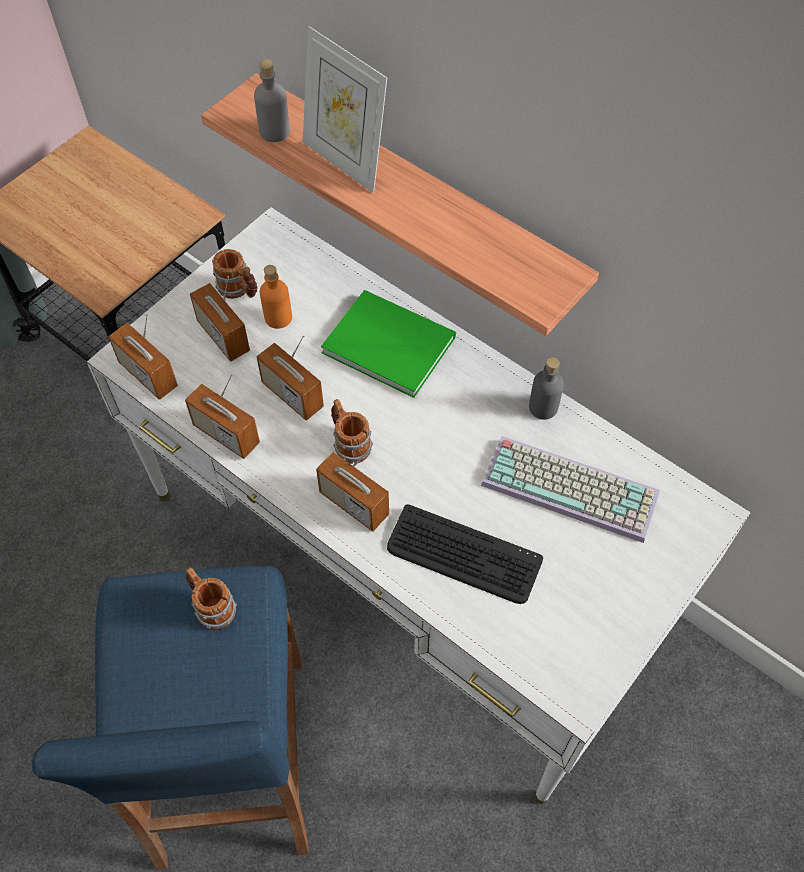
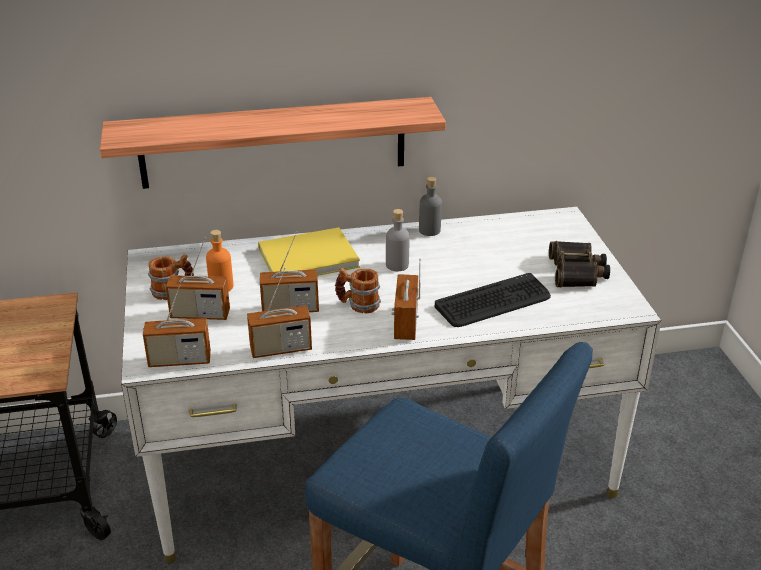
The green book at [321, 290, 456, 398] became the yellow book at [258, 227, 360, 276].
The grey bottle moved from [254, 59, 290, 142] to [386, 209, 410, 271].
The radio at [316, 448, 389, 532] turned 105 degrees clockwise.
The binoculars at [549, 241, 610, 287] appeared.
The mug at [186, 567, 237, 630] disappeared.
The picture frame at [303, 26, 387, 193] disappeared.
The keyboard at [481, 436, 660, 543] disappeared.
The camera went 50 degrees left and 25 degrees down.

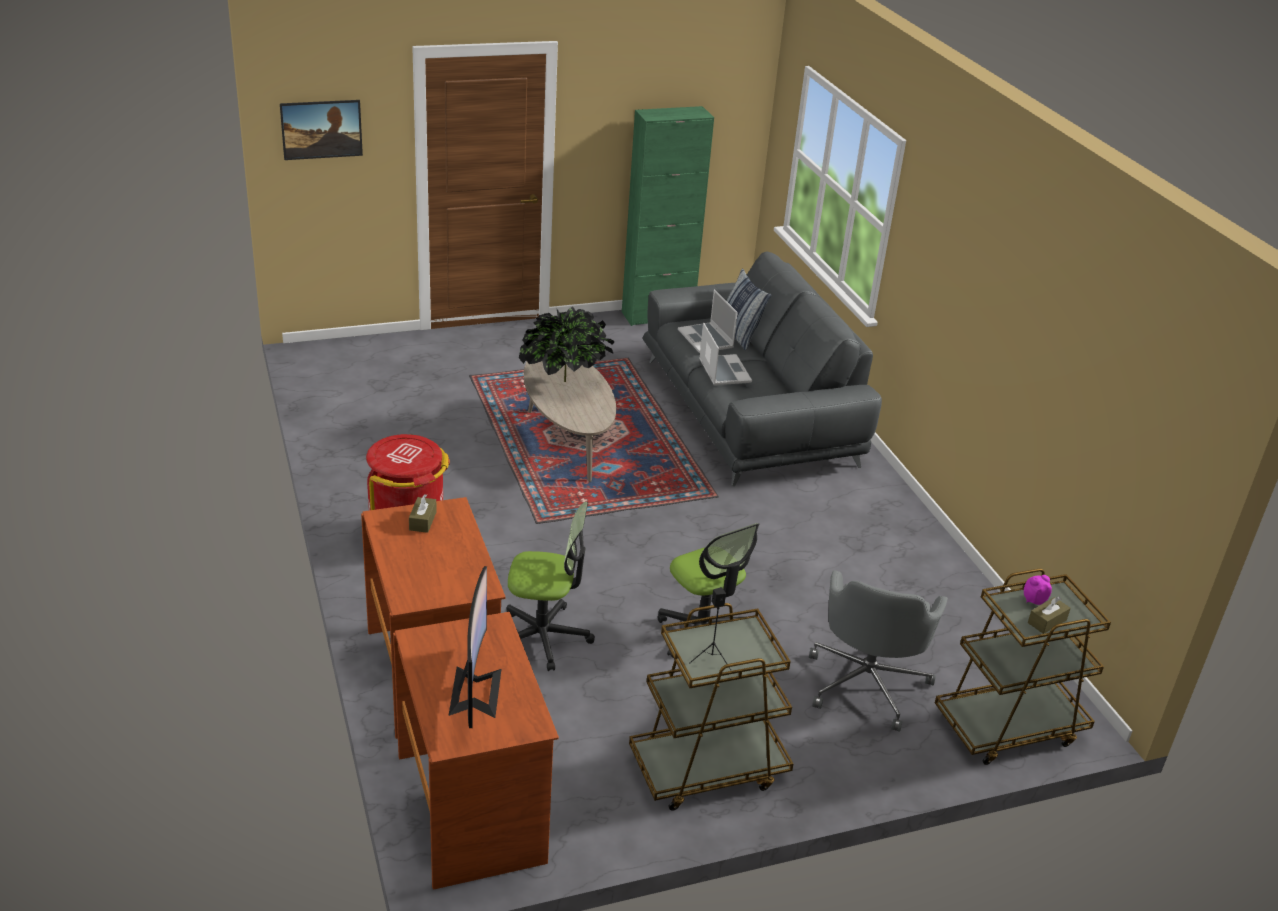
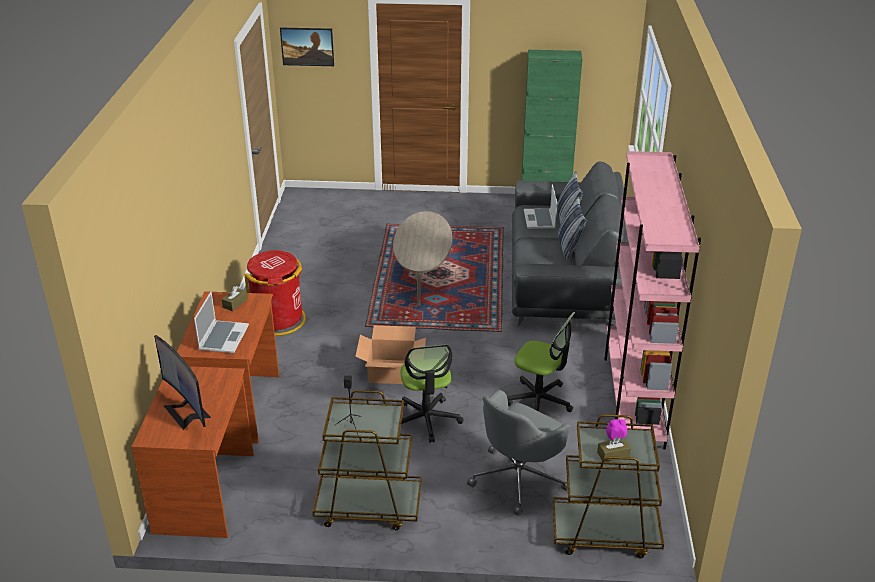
The monitor at [448, 566, 501, 728] turned 120 degrees clockwise.
The laptop moved from [699, 323, 752, 385] to [194, 292, 249, 353].
The cardboard box at [355, 325, 426, 384] appeared.
The office chair moved from [506, 502, 595, 671] to [507, 312, 575, 412].
The pillow at [558, 197, 587, 260] appeared.
The pink bookcase at [604, 151, 701, 449] appeared.
The potted plant at [519, 307, 615, 382] disappeared.
The camera went 25 degrees right and 0 degrees up.

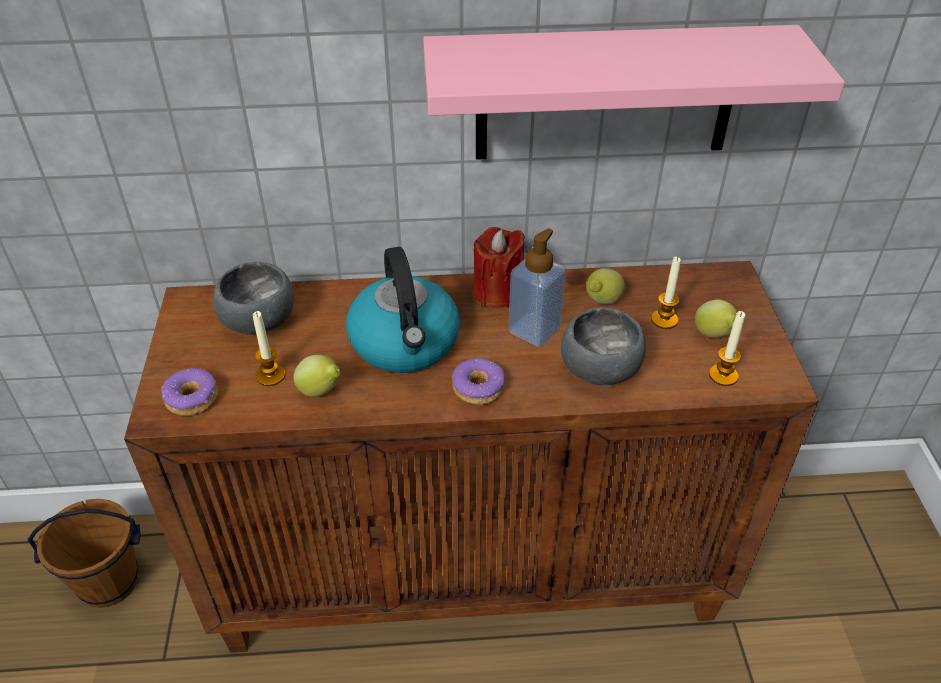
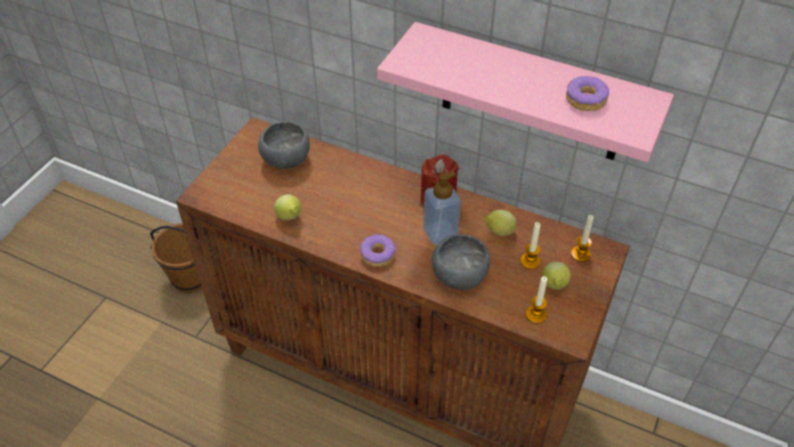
The donut moved from [161, 368, 218, 416] to [566, 76, 609, 111].
The candle moved from [253, 311, 285, 386] to [571, 215, 594, 262].
The kettle at [346, 247, 460, 373] disappeared.
The camera went 30 degrees right and 5 degrees up.

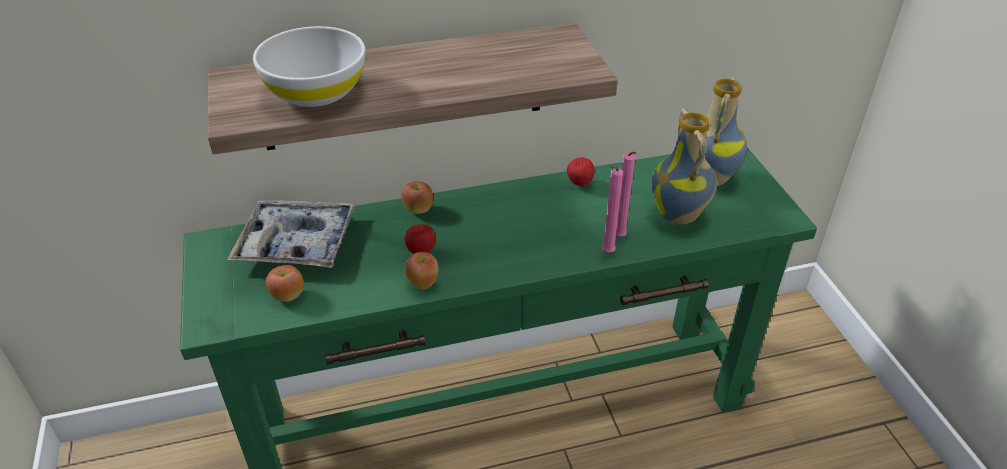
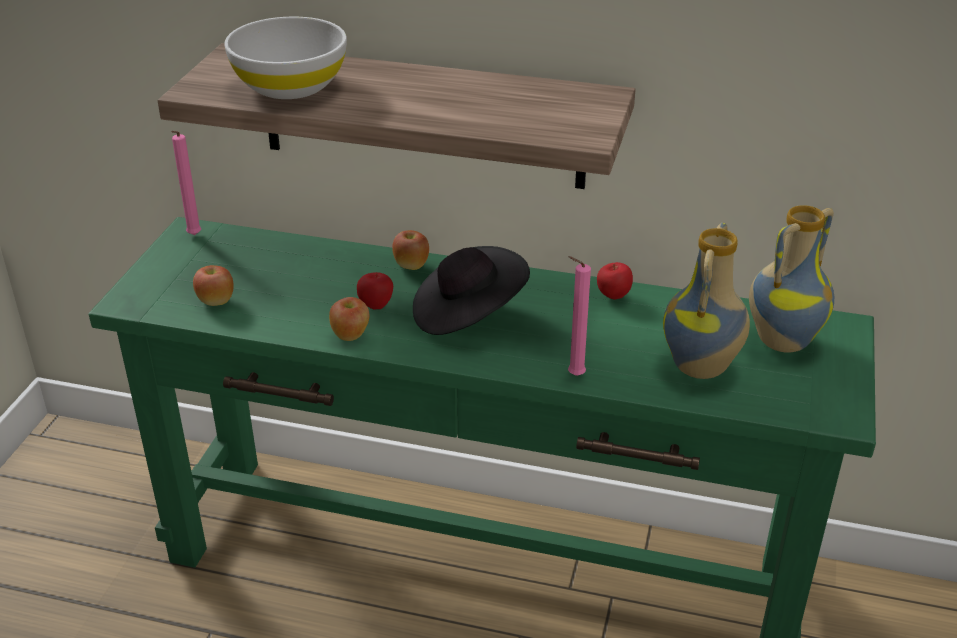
The pink candle moved from [616, 152, 637, 237] to [171, 131, 202, 235].
The black hat at [413, 246, 530, 335] appeared.
The tray at [227, 200, 356, 268] disappeared.
The camera went 30 degrees right and 5 degrees down.

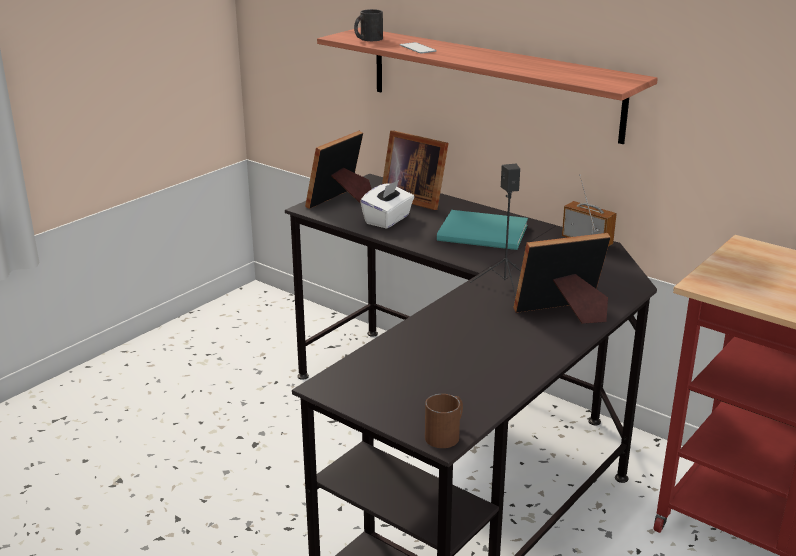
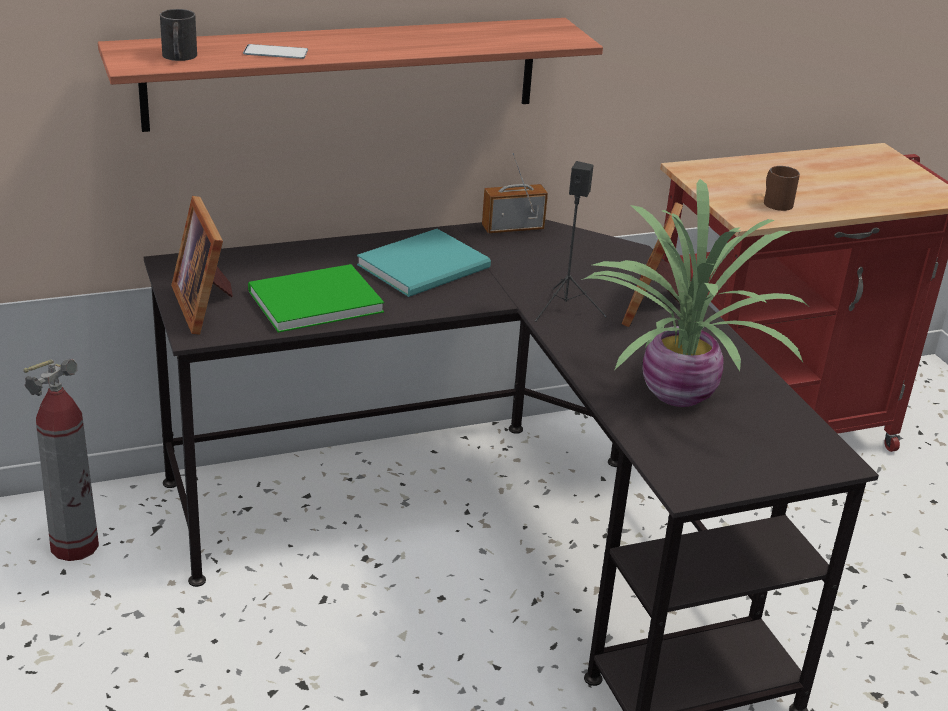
The fire extinguisher at [23, 358, 99, 561] appeared.
The white tissue box at [360, 180, 414, 229] was replaced by the green book at [248, 264, 384, 333].
The potted plant at [581, 179, 808, 407] appeared.
The brown mug moved from [425, 394, 463, 448] to [764, 166, 800, 211].
The picture frame at [382, 130, 448, 210] disappeared.
The camera went 60 degrees left and 5 degrees up.

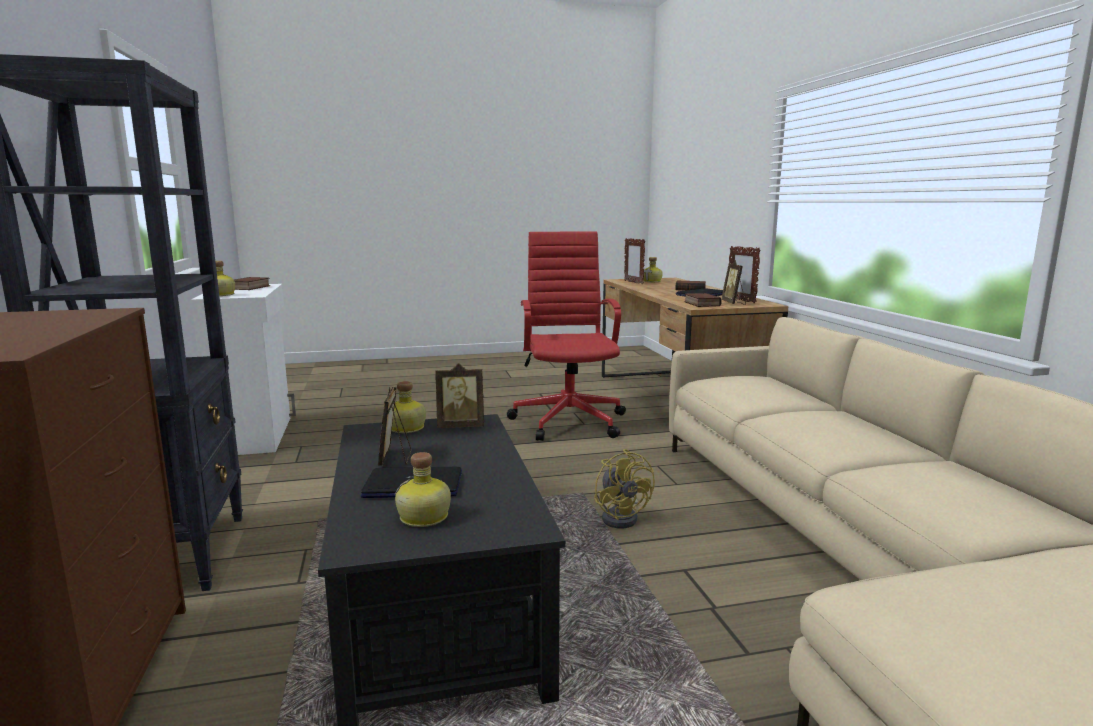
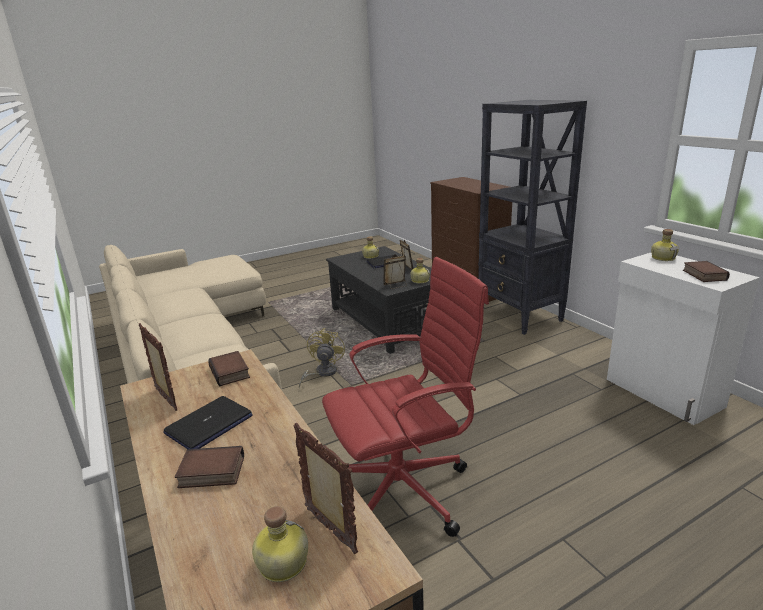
The yellow fan at [594, 449, 655, 528] turned 45 degrees clockwise.
The red office chair at [507, 232, 626, 441] turned 90 degrees counterclockwise.
The picture frame at [721, 260, 746, 305] disappeared.
The camera went 165 degrees right and 10 degrees up.

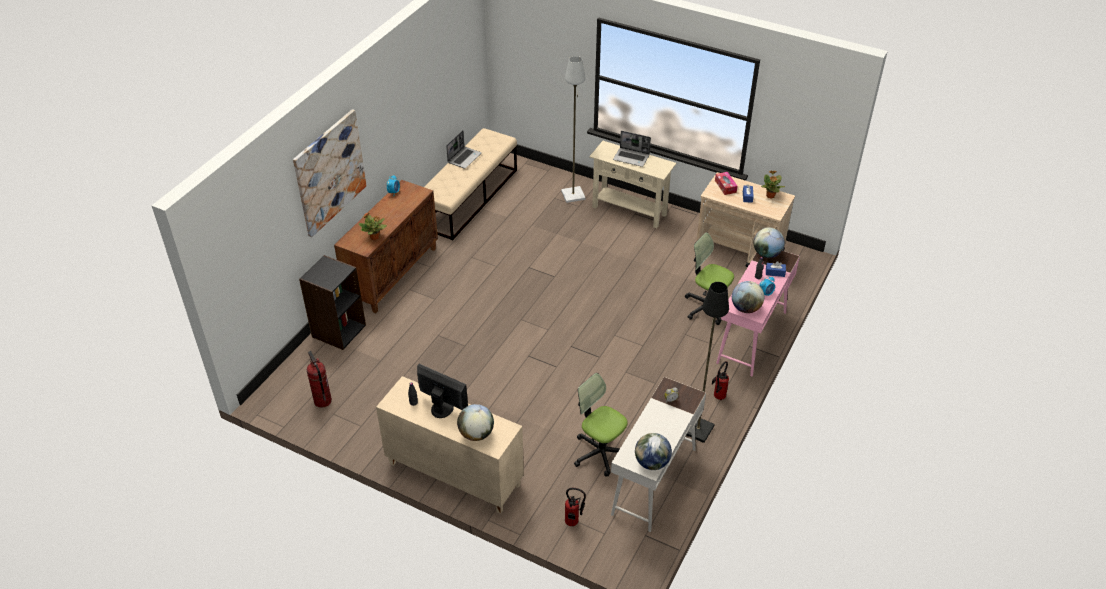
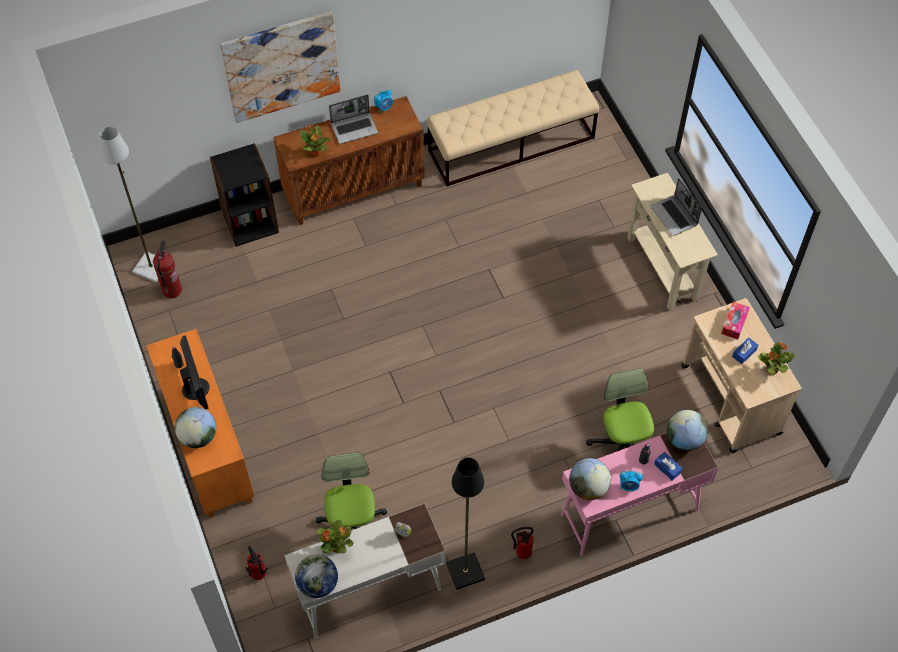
The grey floor lamp moved from [561, 56, 586, 203] to [99, 126, 158, 282].
The beige cabinet at [376, 376, 524, 514] became the orange cabinet at [146, 329, 254, 518].
The potted plant at [317, 520, 354, 554] appeared.
The laptop moved from [446, 131, 482, 168] to [329, 95, 378, 144].
The camera went 40 degrees right and 15 degrees up.

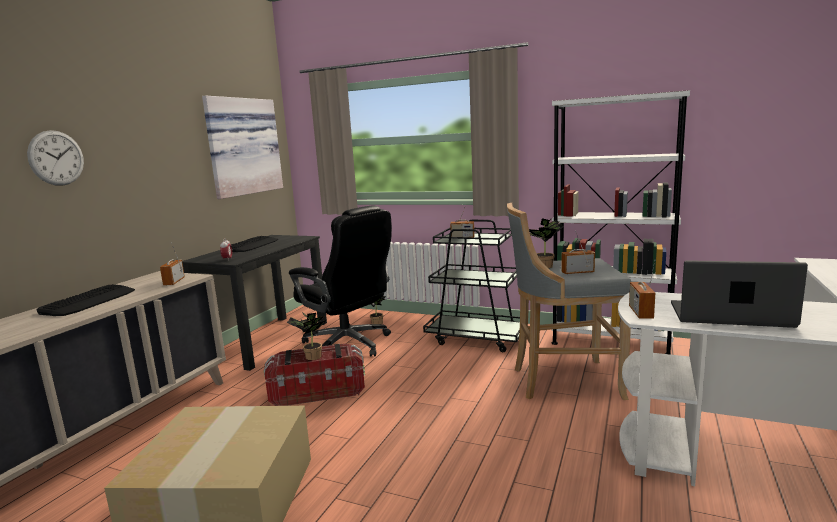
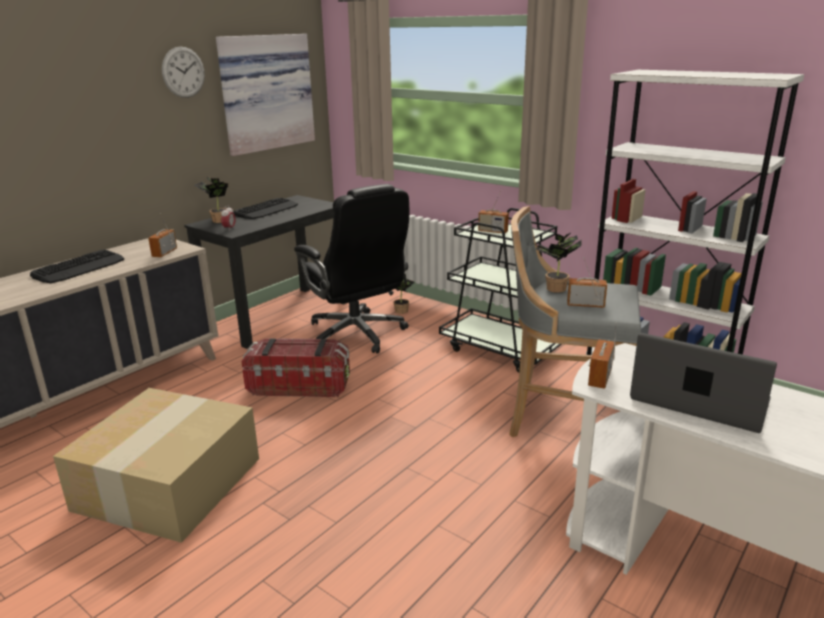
The wall clock moved from [27, 130, 84, 186] to [162, 47, 205, 98].
The potted plant moved from [287, 312, 326, 360] to [195, 176, 229, 223].
The camera went 15 degrees right and 10 degrees up.

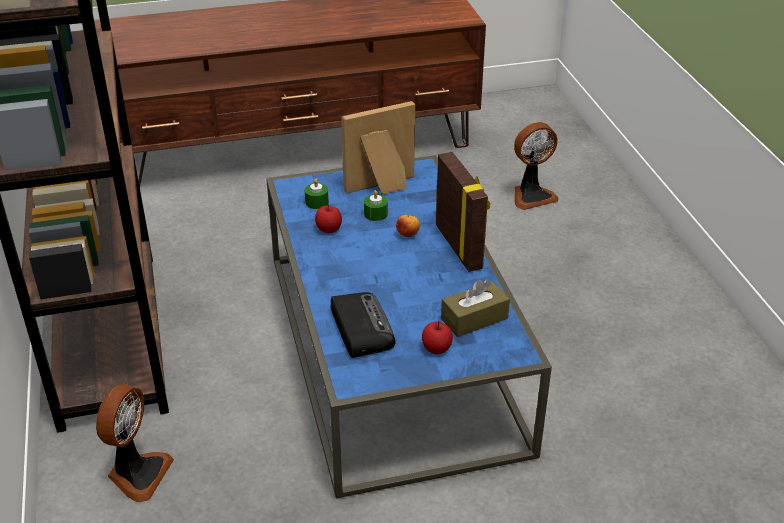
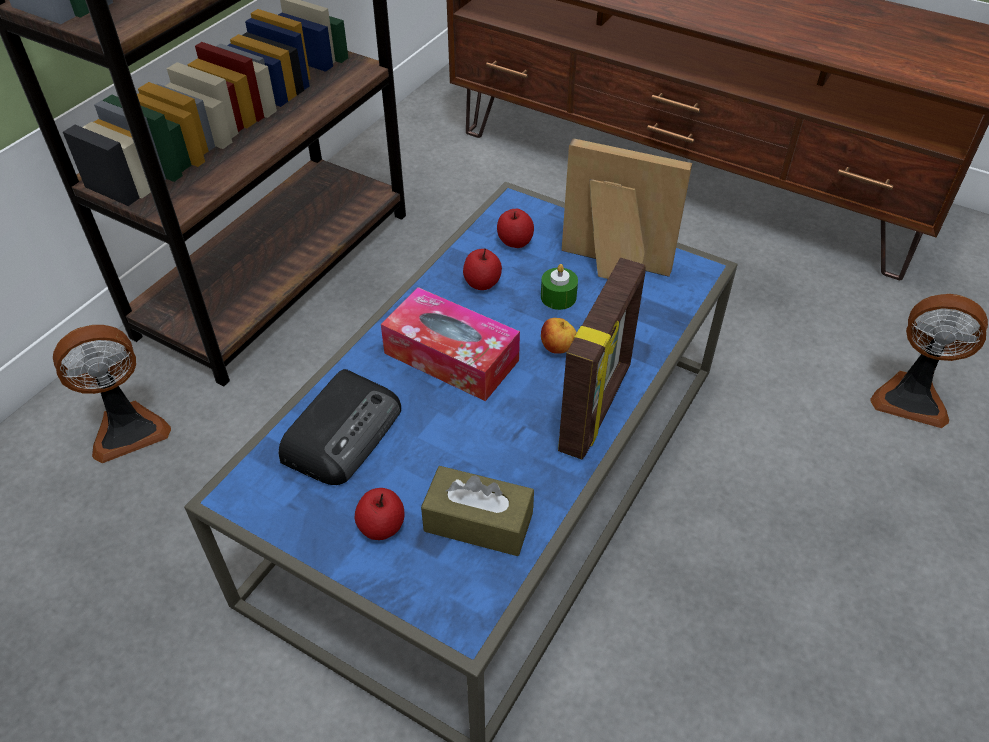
The tissue box at [381, 287, 520, 401] appeared.
The green candle at [305, 179, 329, 209] was replaced by the apple at [497, 209, 534, 248].
The camera went 45 degrees right and 10 degrees up.

